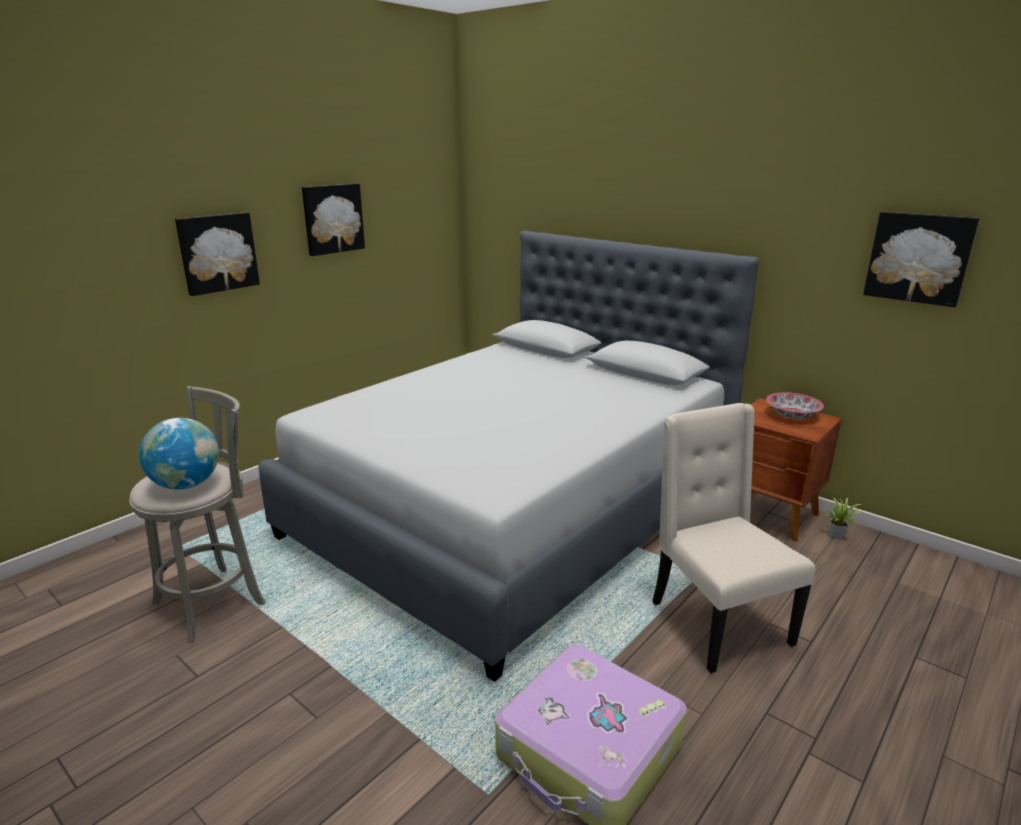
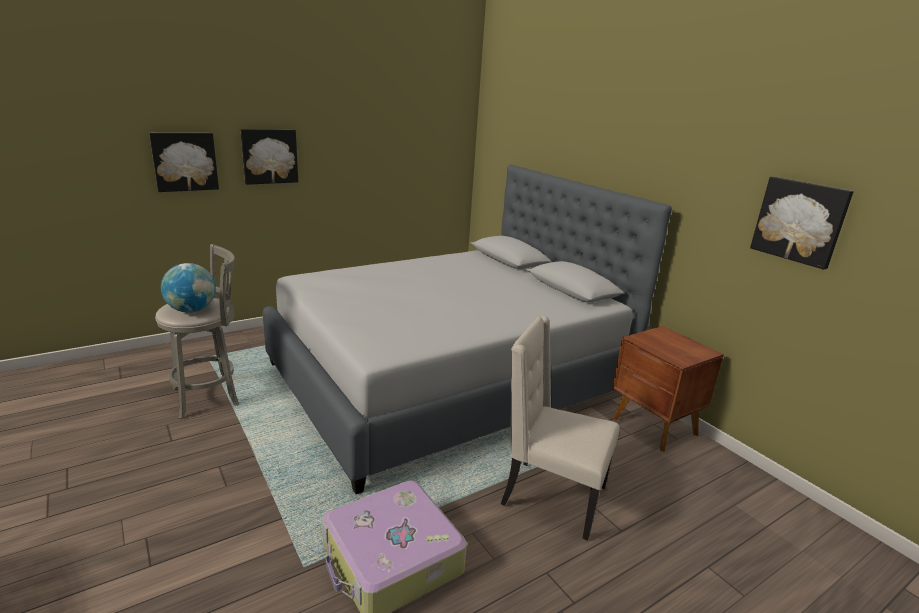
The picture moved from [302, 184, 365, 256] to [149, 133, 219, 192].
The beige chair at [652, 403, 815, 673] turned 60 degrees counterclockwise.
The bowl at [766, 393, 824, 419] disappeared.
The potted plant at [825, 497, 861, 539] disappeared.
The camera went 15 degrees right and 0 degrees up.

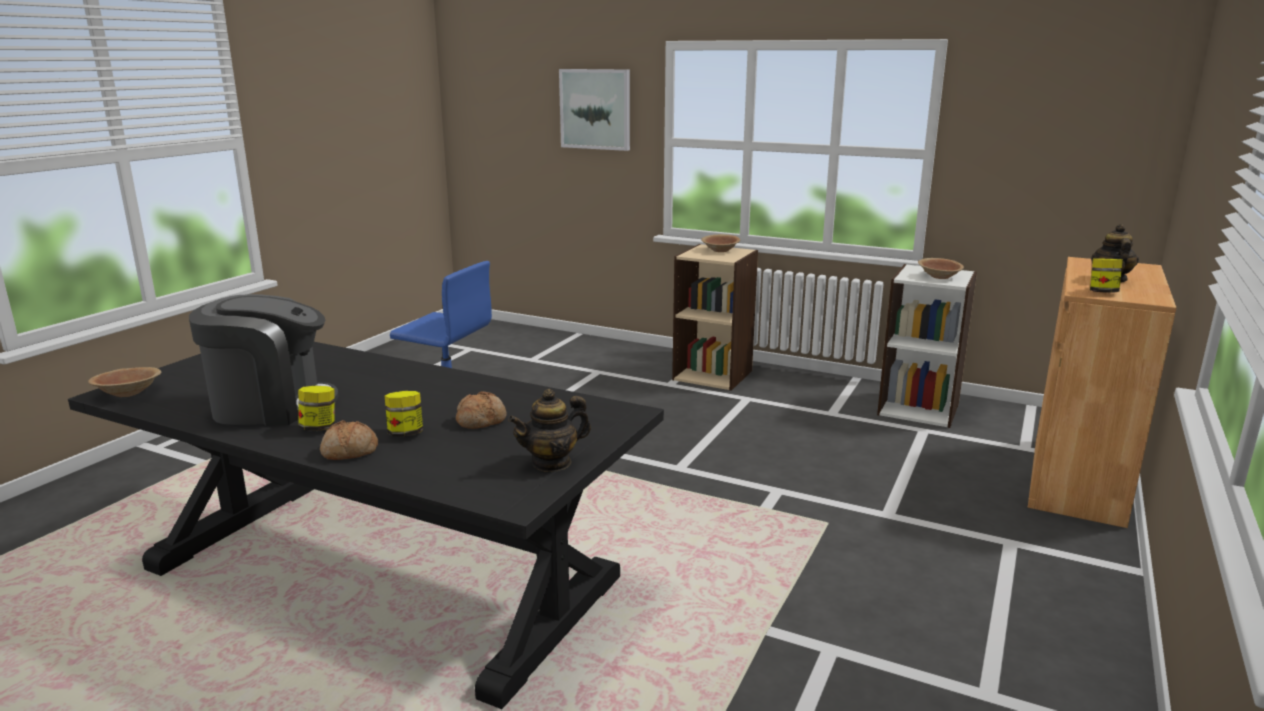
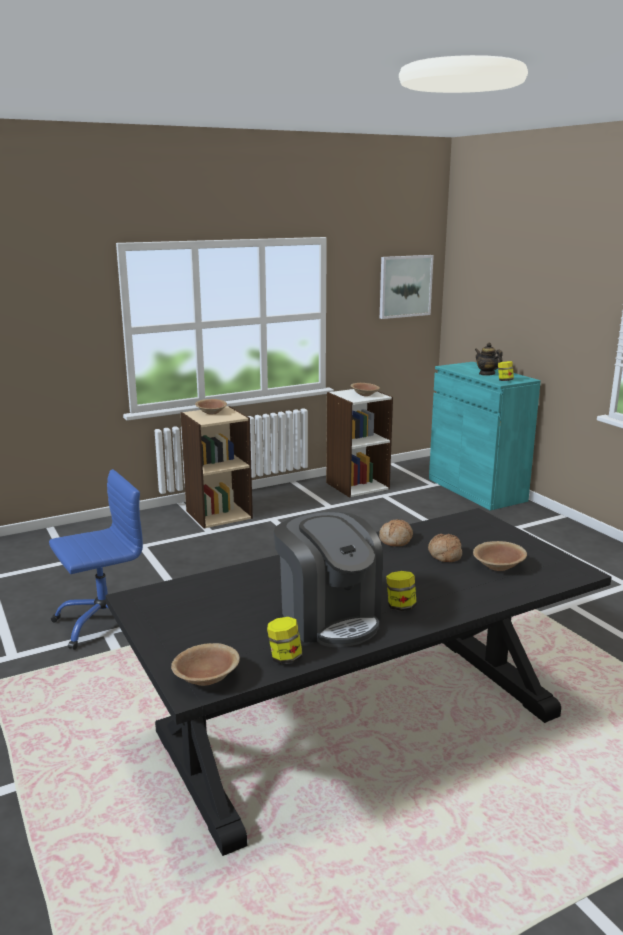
The jar moved from [385, 391, 423, 436] to [267, 617, 302, 664].
The coffee machine at [189, 294, 339, 426] turned 120 degrees clockwise.
The bread moved from [320, 420, 378, 460] to [379, 519, 413, 546].
The picture moved from [559, 69, 630, 151] to [380, 255, 434, 319].
The brown cabinet at [1028, 257, 1176, 528] became the turquoise cabinet at [429, 362, 541, 511].
The brown bowl at [473, 541, 527, 571] appeared.
The teapot at [508, 389, 591, 472] disappeared.
The camera went 55 degrees left and 0 degrees up.

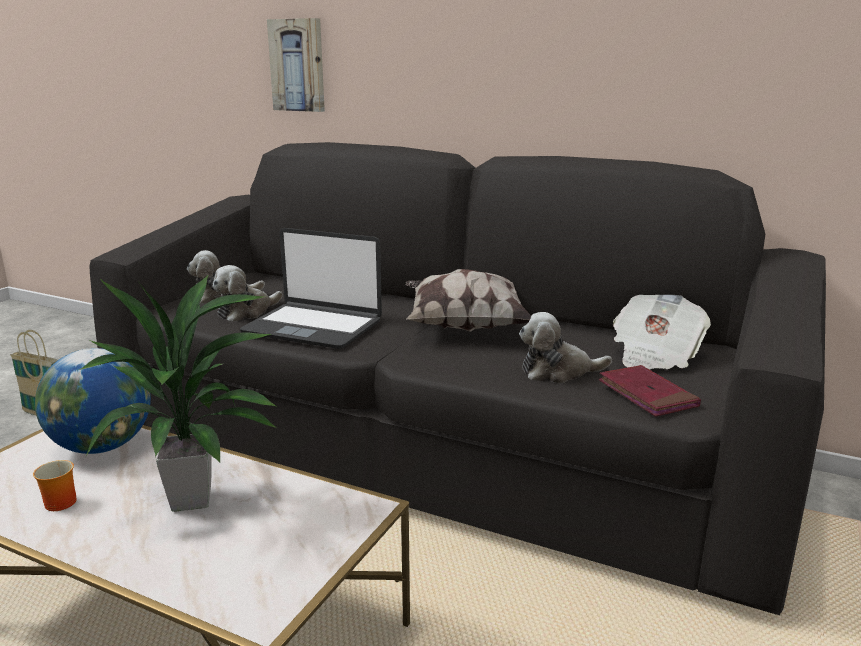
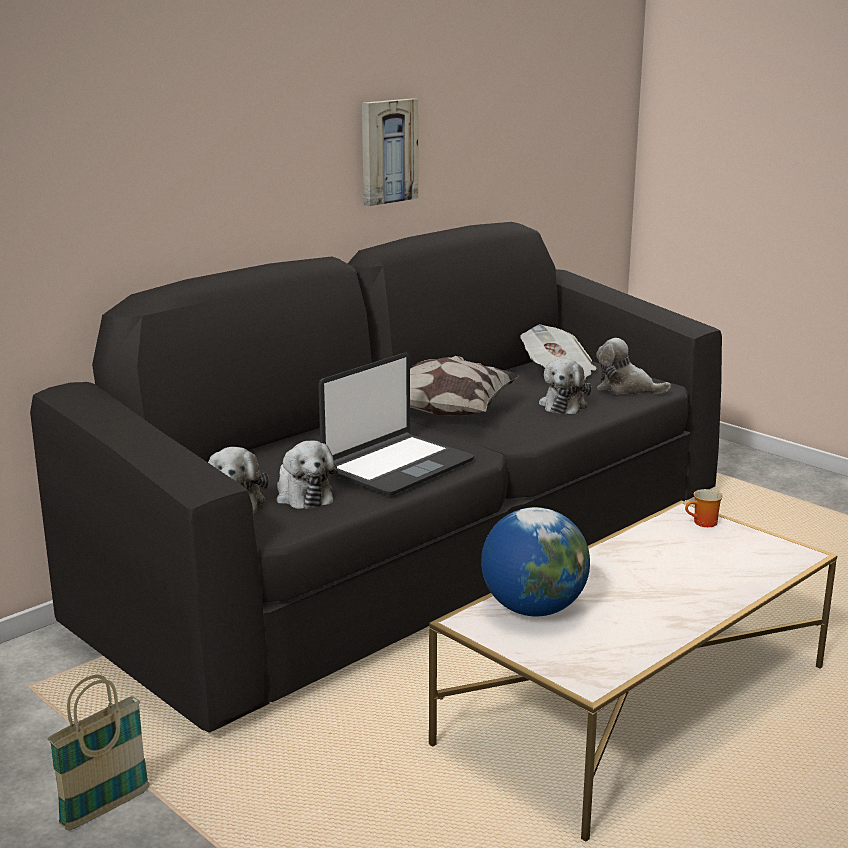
The picture moved from [267, 18, 325, 112] to [362, 98, 418, 206].
The red book at [599, 365, 701, 417] was replaced by the plush toy at [596, 338, 671, 395].
The mug moved from [33, 460, 77, 511] to [685, 489, 723, 527].
The potted plant at [79, 275, 276, 512] disappeared.
The camera went 70 degrees left and 0 degrees up.

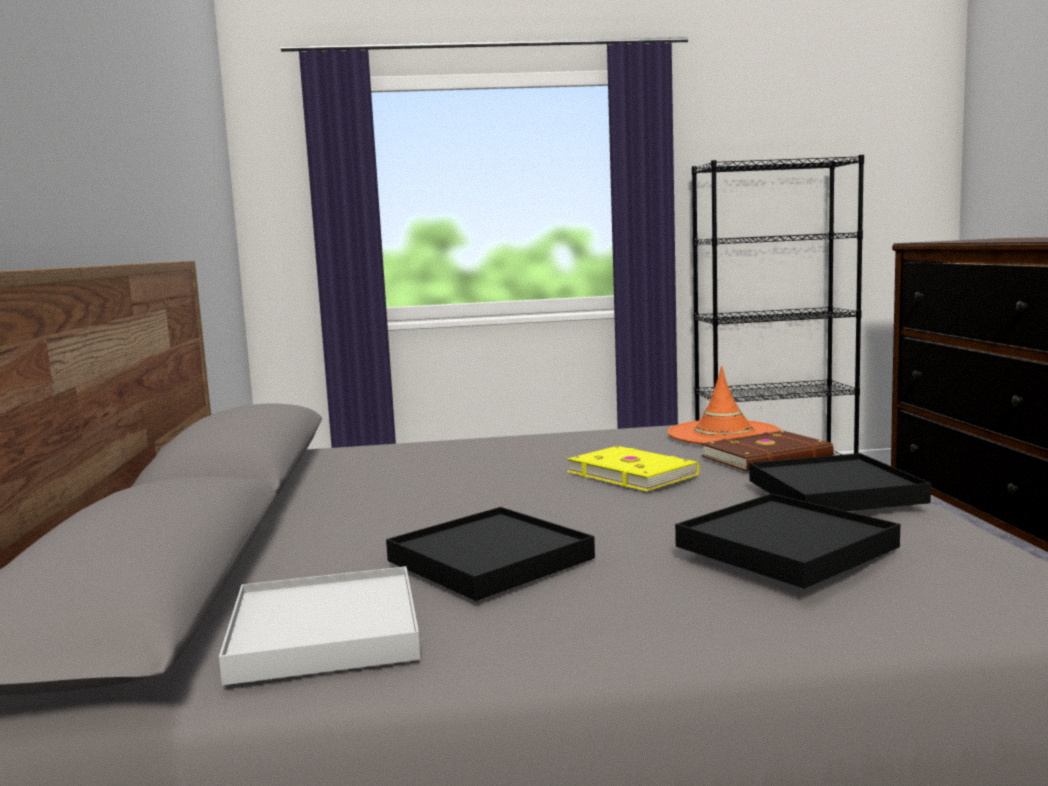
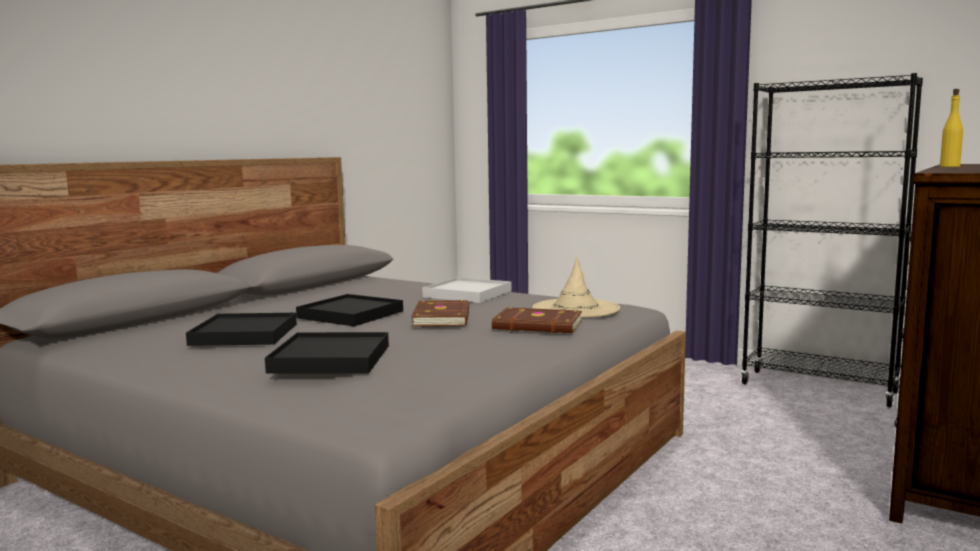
The black tray moved from [749, 453, 931, 511] to [296, 294, 403, 326].
The yellow book at [567, 446, 699, 491] became the brown book at [411, 300, 469, 327].
The white tray moved from [219, 566, 421, 685] to [422, 277, 512, 303].
The orange hat at [667, 366, 782, 444] became the beige hat at [532, 256, 620, 318].
The yellow bottle at [940, 89, 963, 167] appeared.
The camera went 40 degrees right and 0 degrees up.

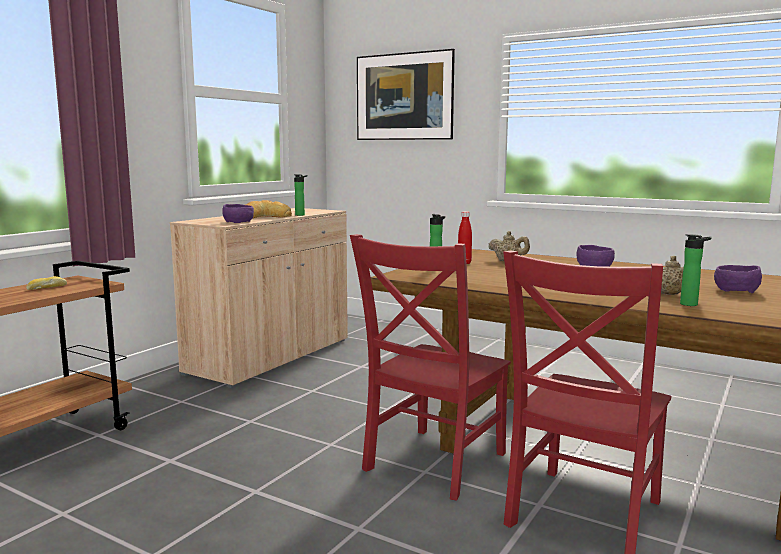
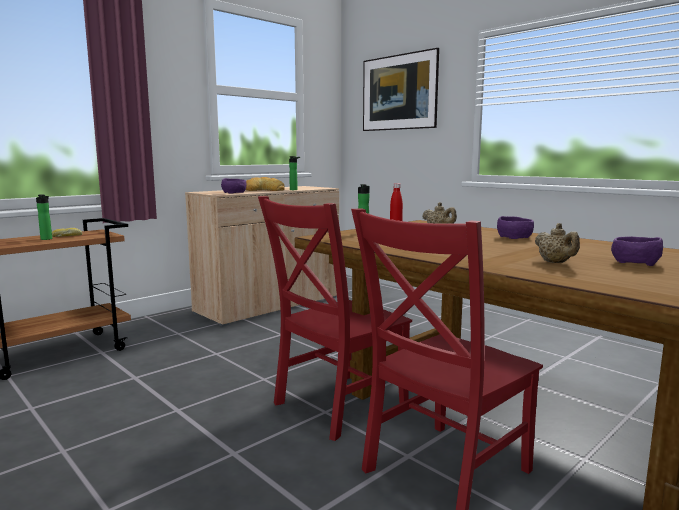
The bottle moved from [680, 234, 711, 306] to [36, 194, 52, 240].
The camera went 15 degrees right and 0 degrees up.

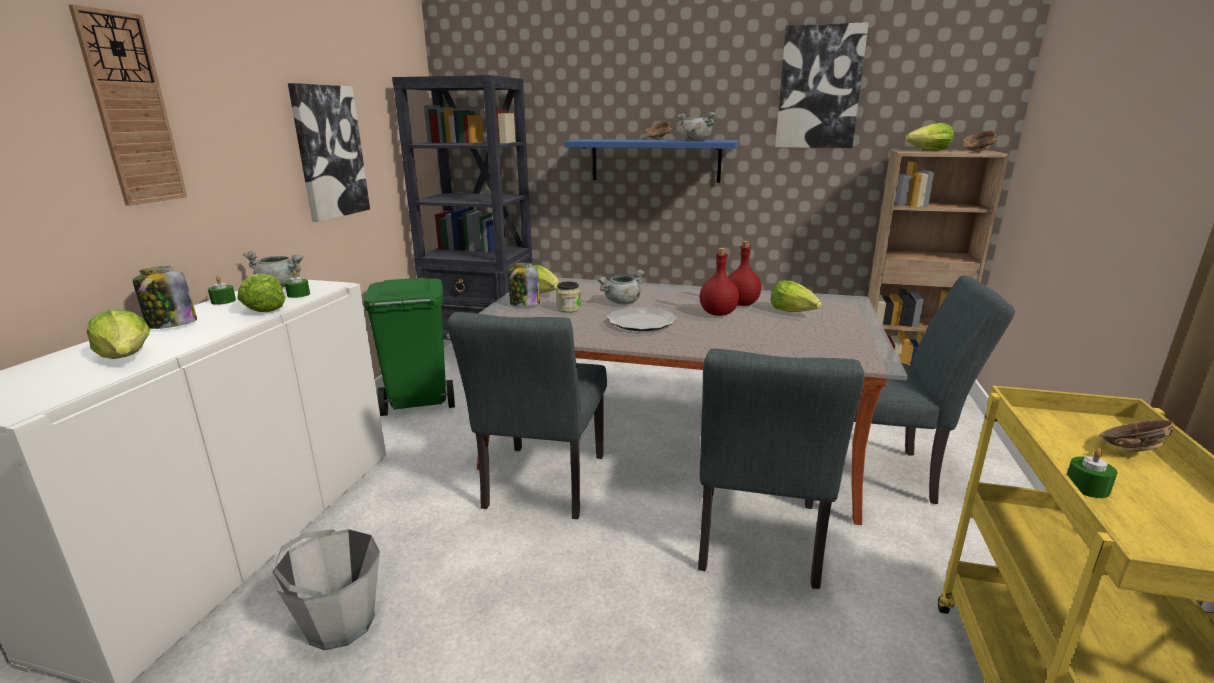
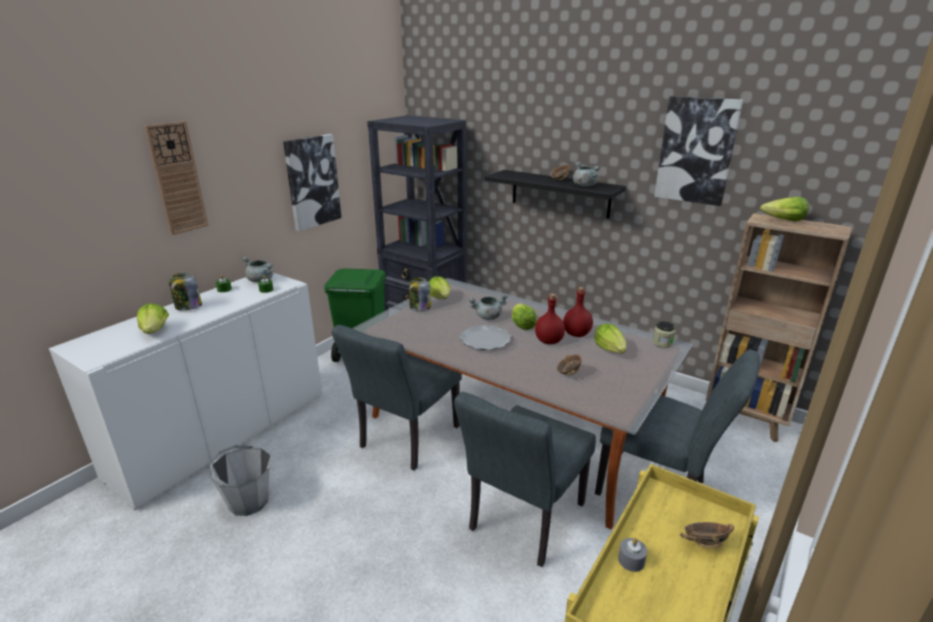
The blue shelf at [564, 139, 739, 183] became the black shelf at [485, 170, 626, 219].
The lettuce moved from [237, 273, 285, 312] to [512, 303, 537, 330].
The bowl moved from [963, 131, 998, 152] to [556, 354, 582, 375].
The green candle at [1067, 449, 1117, 498] became the grey candle at [618, 538, 647, 572].
The jar moved from [556, 281, 581, 312] to [653, 321, 675, 348].
The camera went 20 degrees right and 5 degrees up.

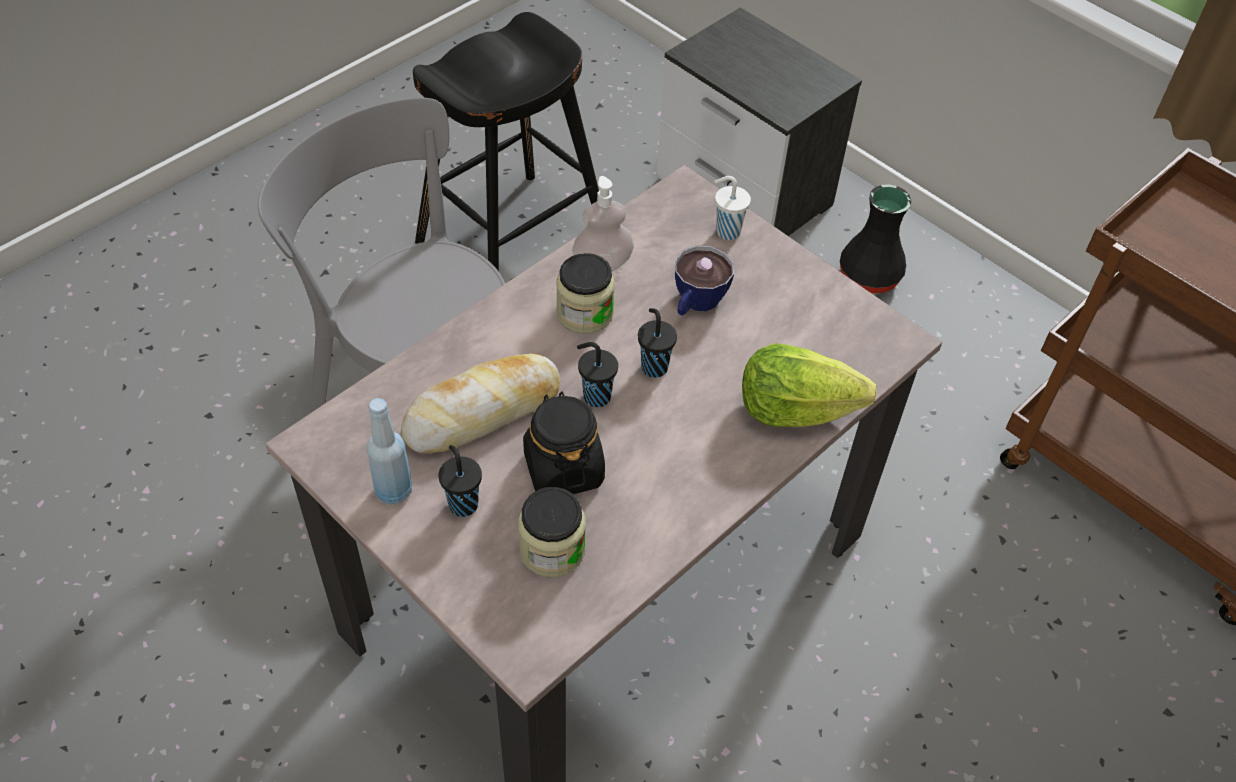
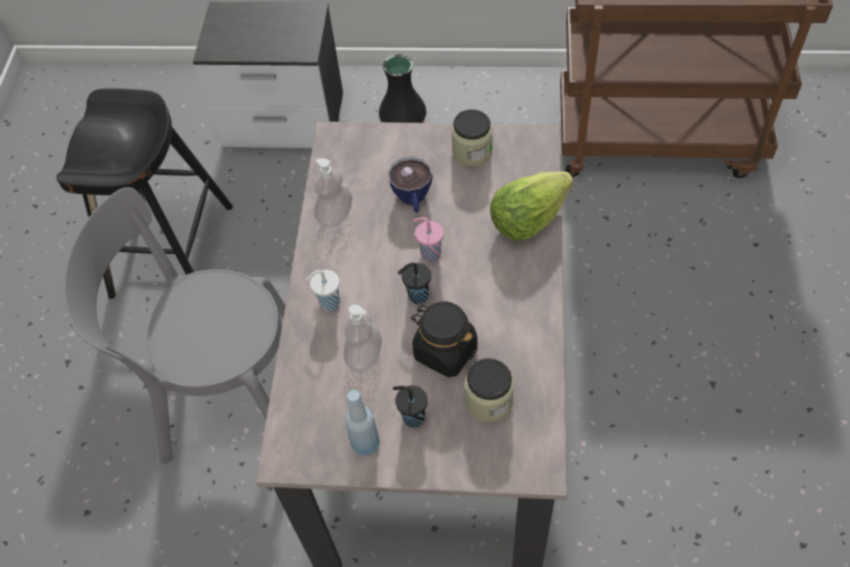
The white cup moved from [714, 176, 751, 240] to [305, 270, 340, 311].
The bread at [401, 353, 560, 453] was replaced by the soap dispenser at [344, 304, 382, 373].
The black cup at [638, 308, 677, 378] became the pink cup at [413, 217, 444, 262].
The jar moved from [556, 253, 615, 334] to [451, 109, 493, 167].
The camera went 35 degrees left and 5 degrees up.

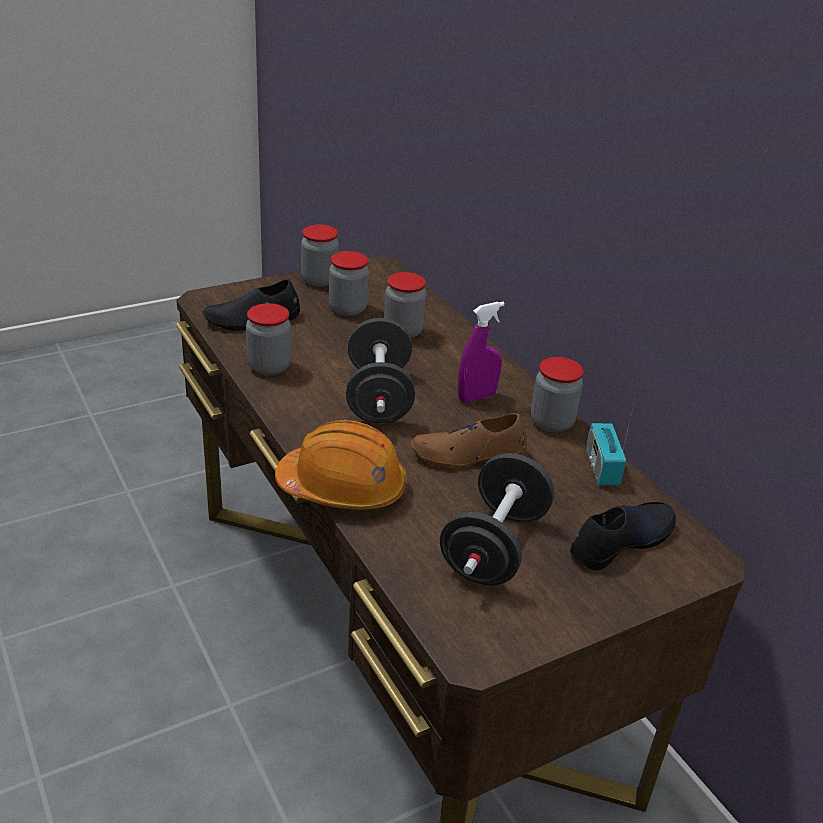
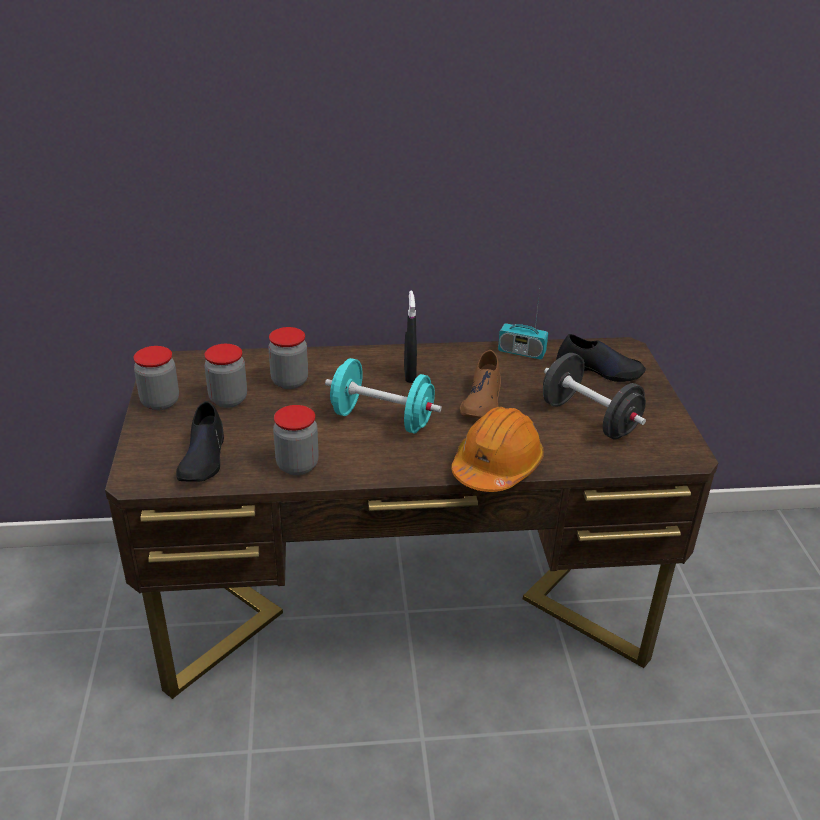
The black dumbbell at [346, 318, 415, 424] became the turquoise dumbbell at [325, 358, 442, 434].
The purple spray bottle at [458, 302, 505, 402] became the black spray bottle at [404, 290, 417, 383].
The black shoe at [570, 502, 676, 570] turned 120 degrees clockwise.
The jar at [531, 357, 584, 433] disappeared.
The camera went 65 degrees left and 0 degrees up.

